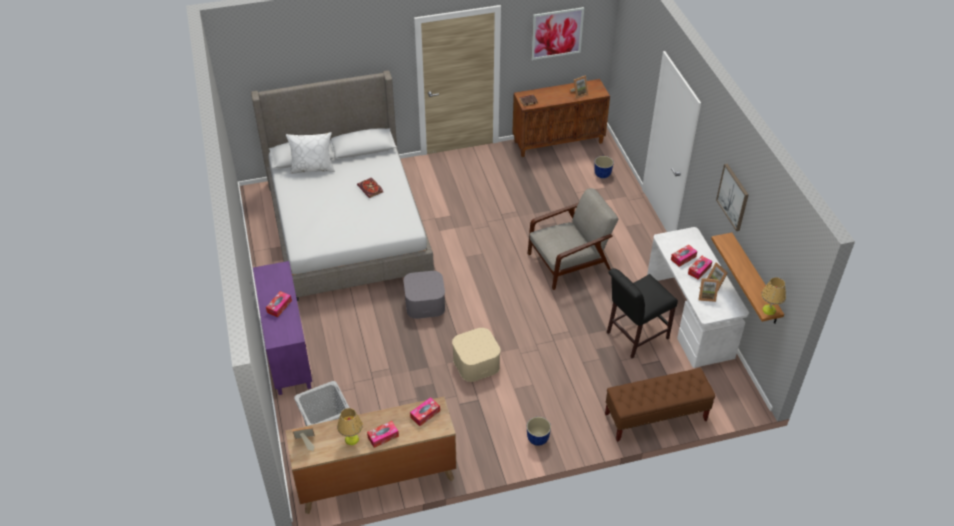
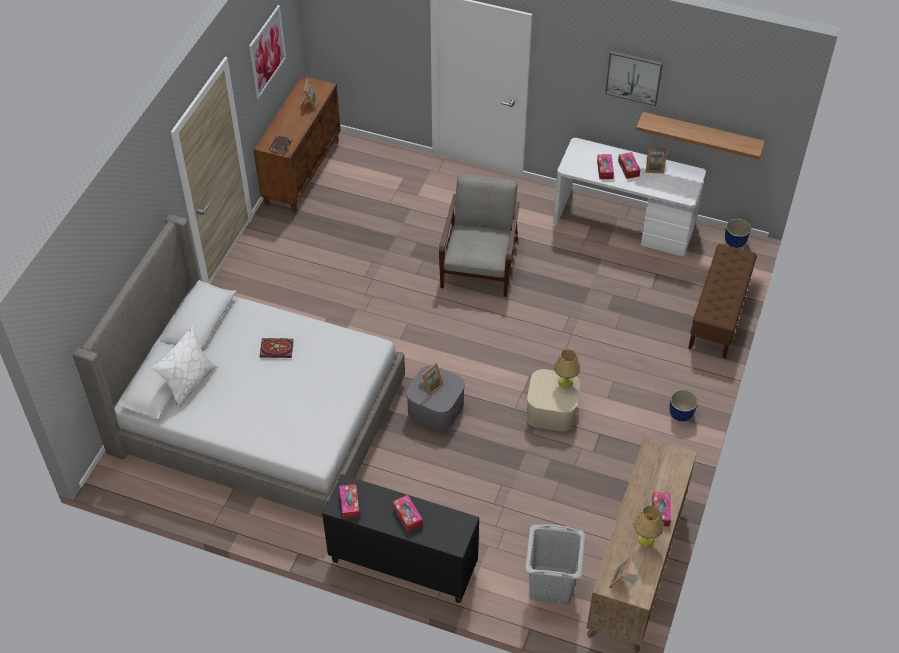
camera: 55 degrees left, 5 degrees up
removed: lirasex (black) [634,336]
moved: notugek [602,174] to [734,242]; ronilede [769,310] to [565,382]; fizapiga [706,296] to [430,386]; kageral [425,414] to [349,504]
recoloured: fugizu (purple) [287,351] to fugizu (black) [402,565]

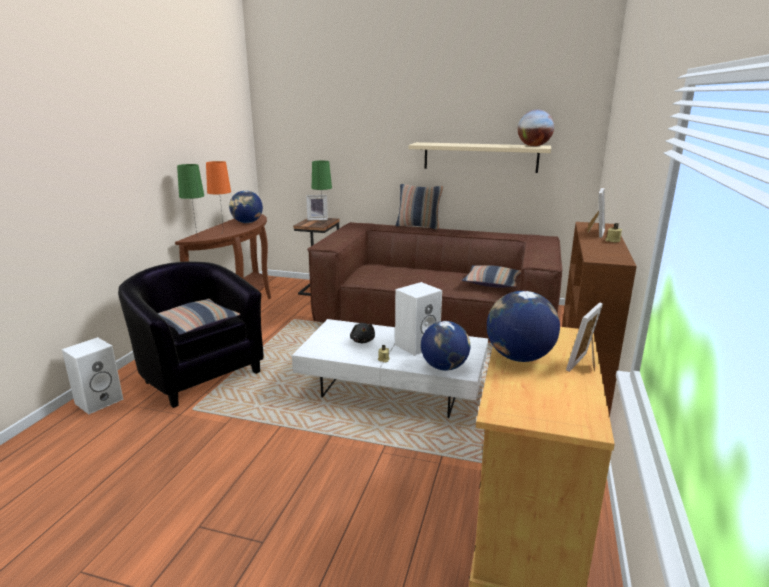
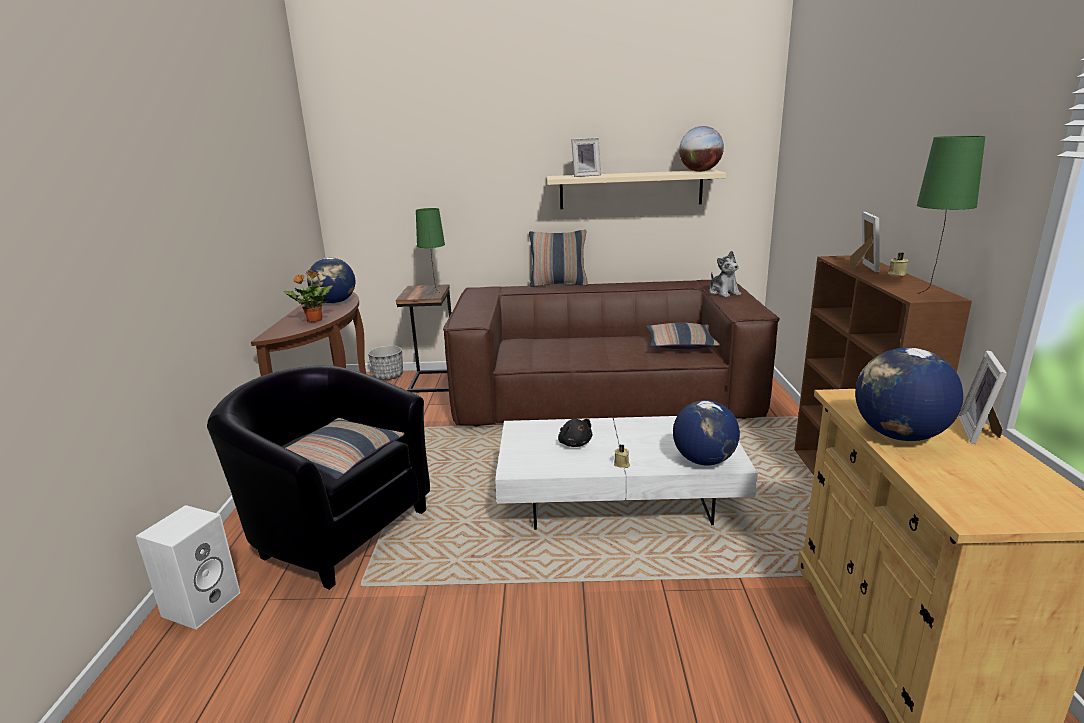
camera: 15 degrees left, 0 degrees up
removed: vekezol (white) [417,345]
added: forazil [723,293]; notugek [388,376]
moved: ronilede (green) [197,238] to [929,296]; fizapiga [317,219] to [585,175]
replaced: ronilede (orange) [223,233] to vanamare [314,320]

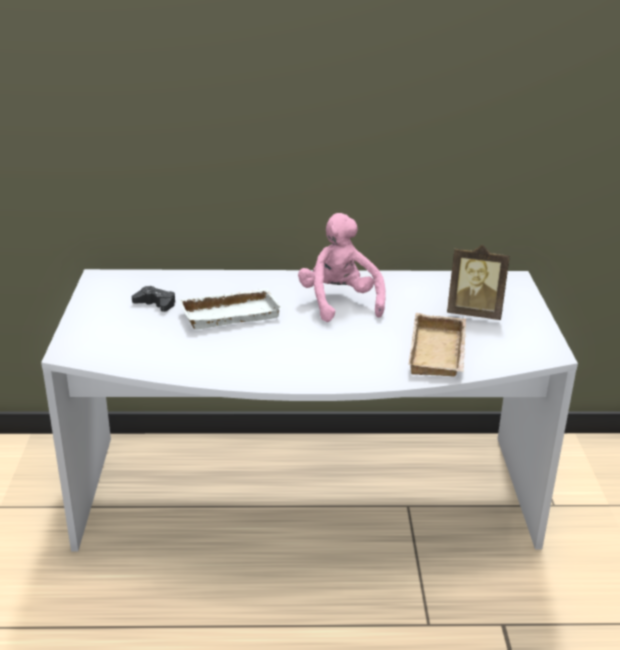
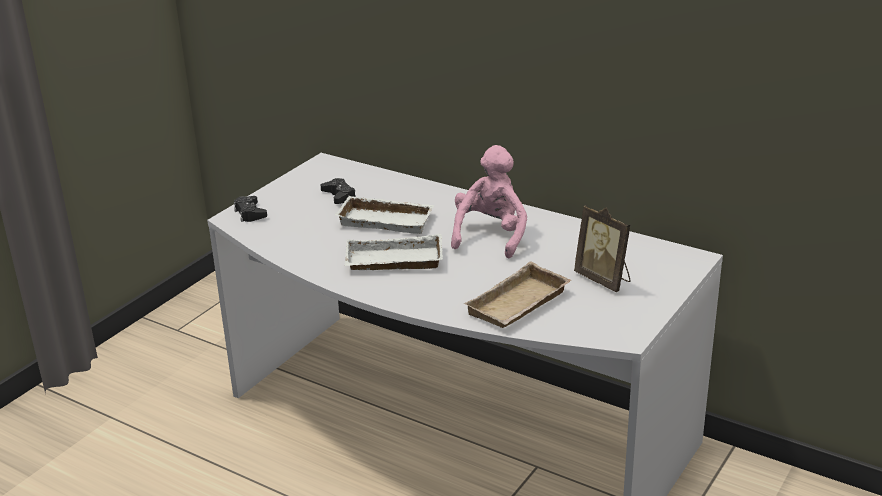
camera: 35 degrees right, 0 degrees up
added: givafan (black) [250,213]; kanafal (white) [393,262]

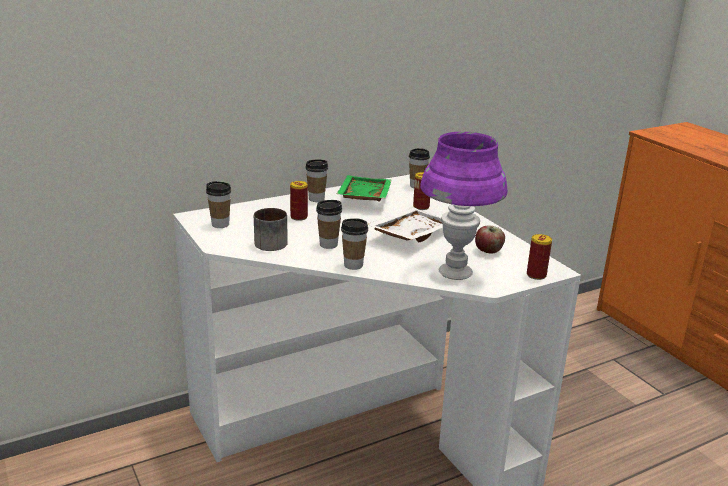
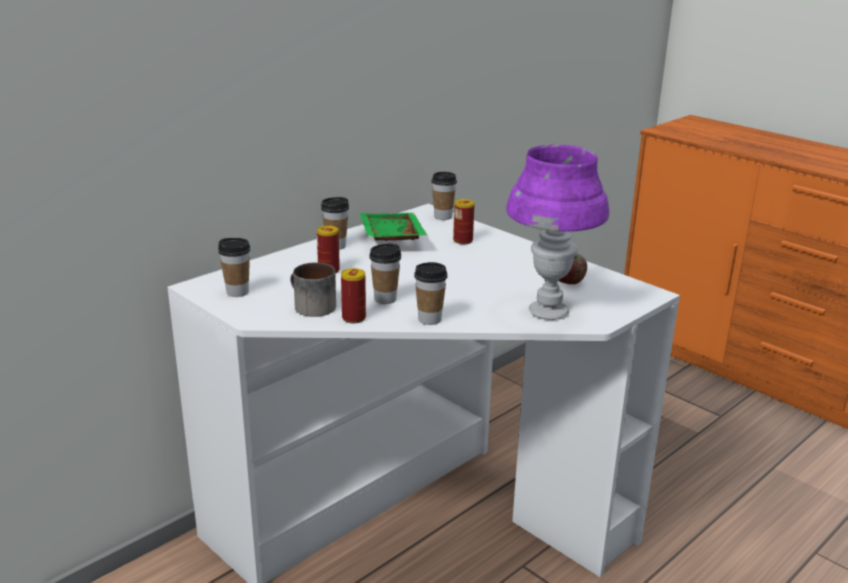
camera: 15 degrees left, 0 degrees up
removed: kanafal (white) [410,234]
moved: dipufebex [536,275] to [354,318]

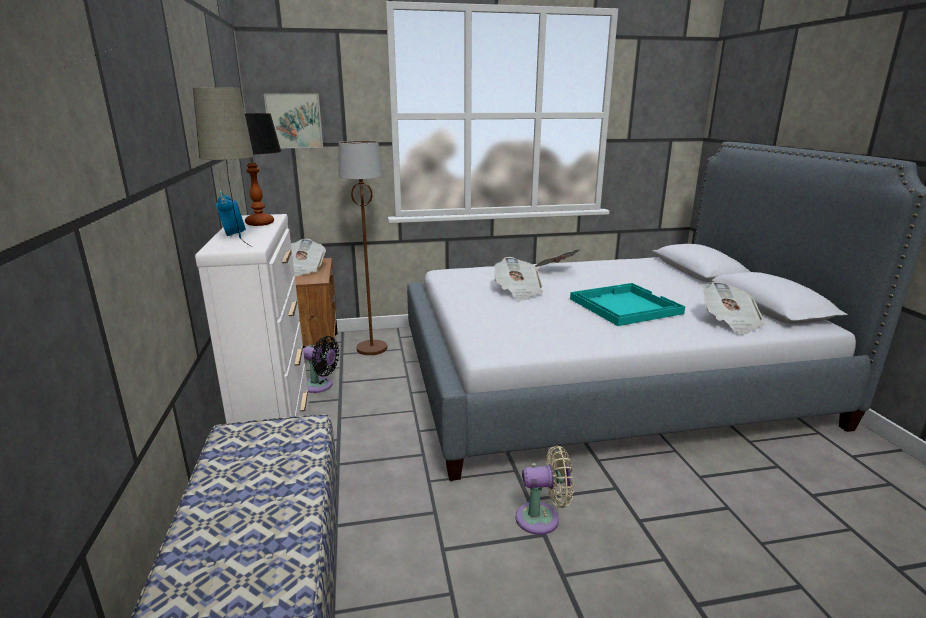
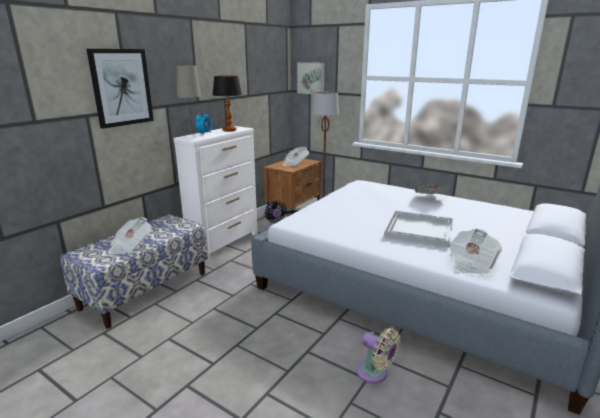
camera: 45 degrees right, 0 degrees up
added: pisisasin [121,87]
moved: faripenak [517,291] to [130,247]; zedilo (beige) [542,518] to [375,373]
recoloured: kanafal (turquoise) [623,306] to kanafal (white) [418,229]

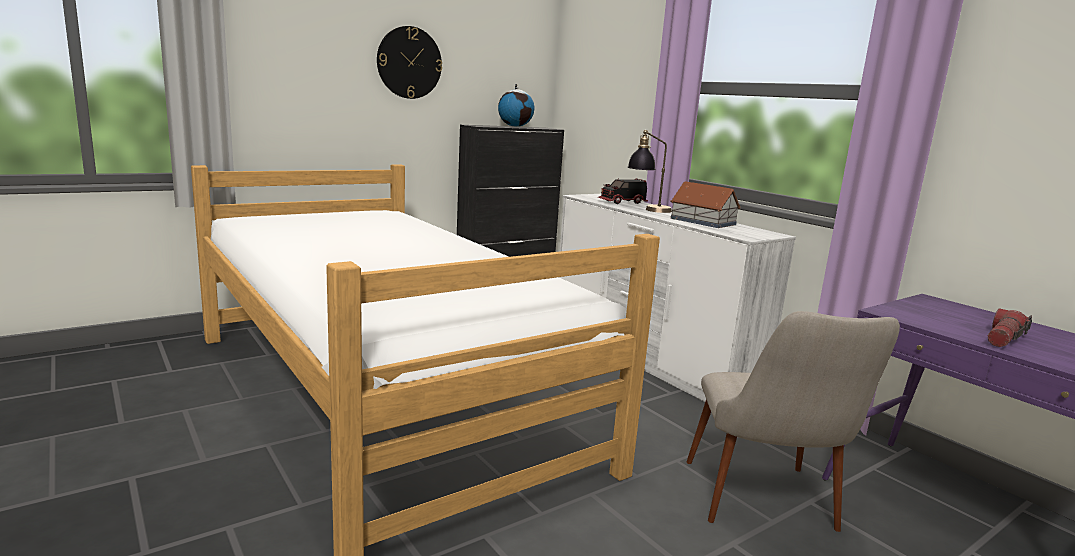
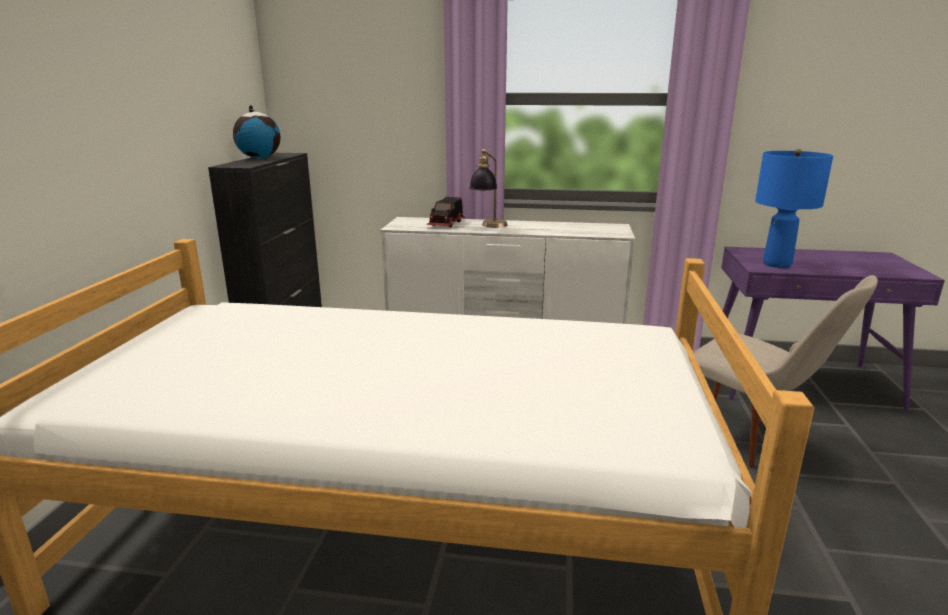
camera: 45 degrees left, 5 degrees up
removed: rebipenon [409,62]; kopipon [703,221]; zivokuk [1004,339]
added: ronilede (blue) [776,264]

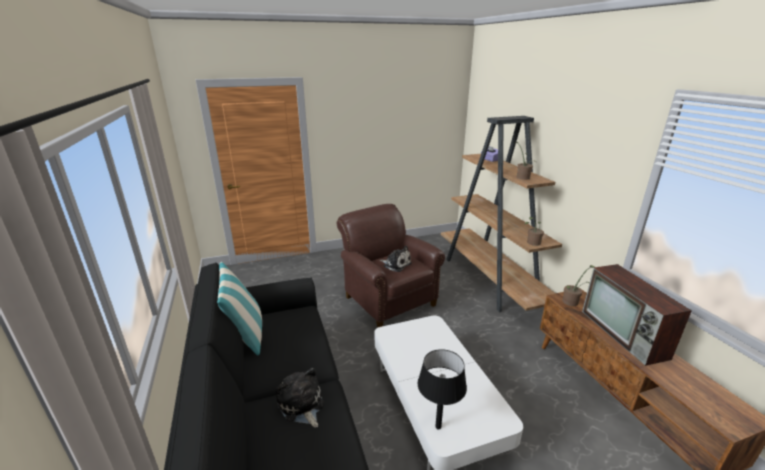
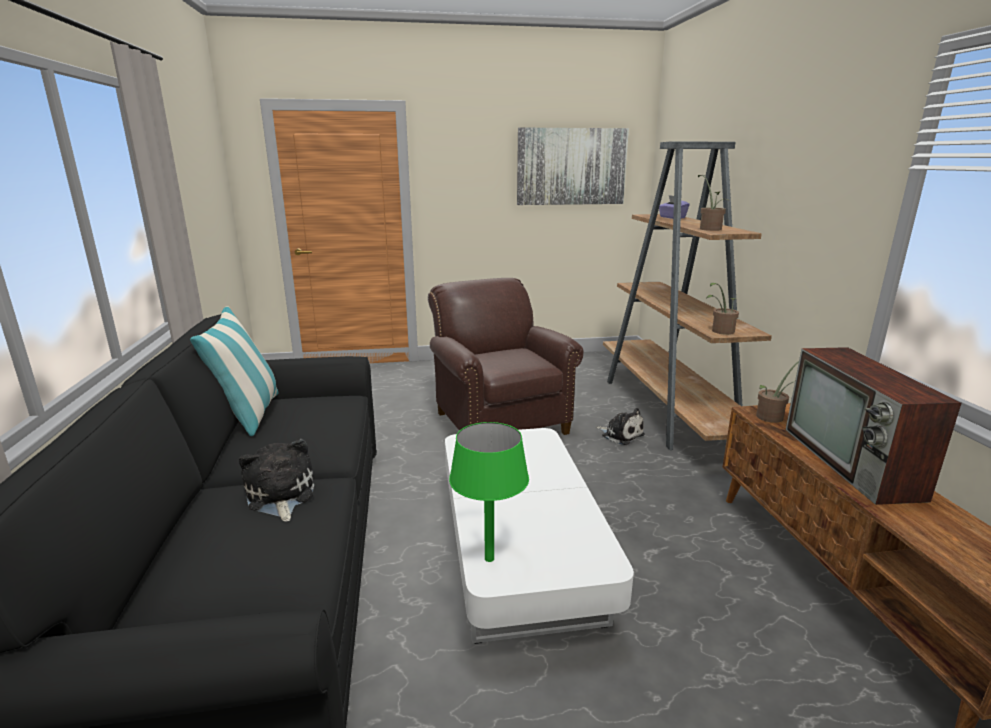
camera: 10 degrees right, 5 degrees down
added: pisisasin [571,166]
moved: forazil [396,264] to [620,435]
recoloured: ronilede (black) [438,426] to ronilede (green) [489,558]

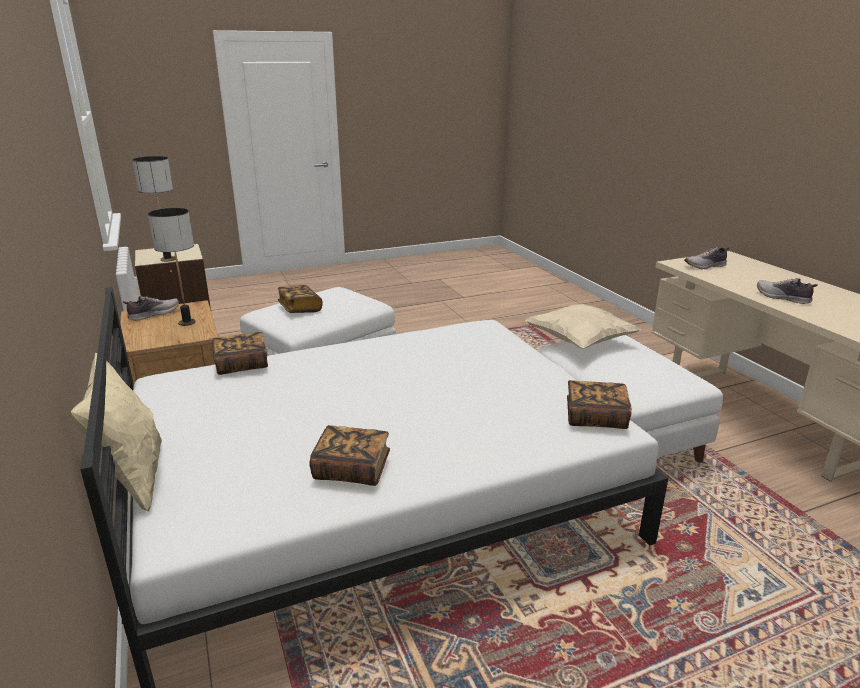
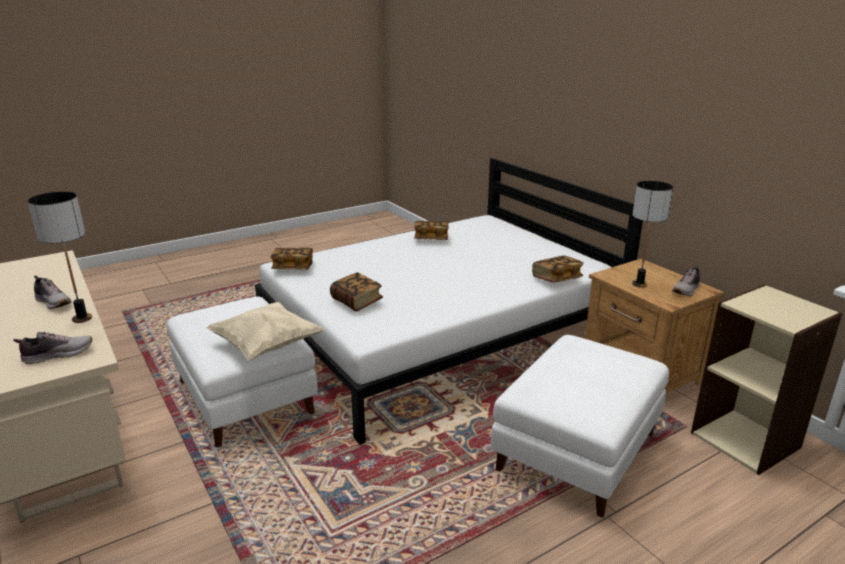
camera: 170 degrees right, 0 degrees up
removed: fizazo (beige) [133,478]
moved: ronilede [168,259] to [82,319]; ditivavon [300,308] to [357,301]

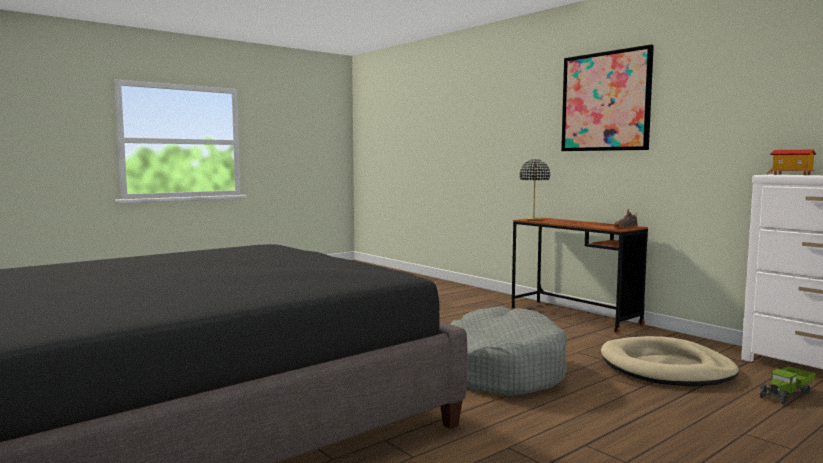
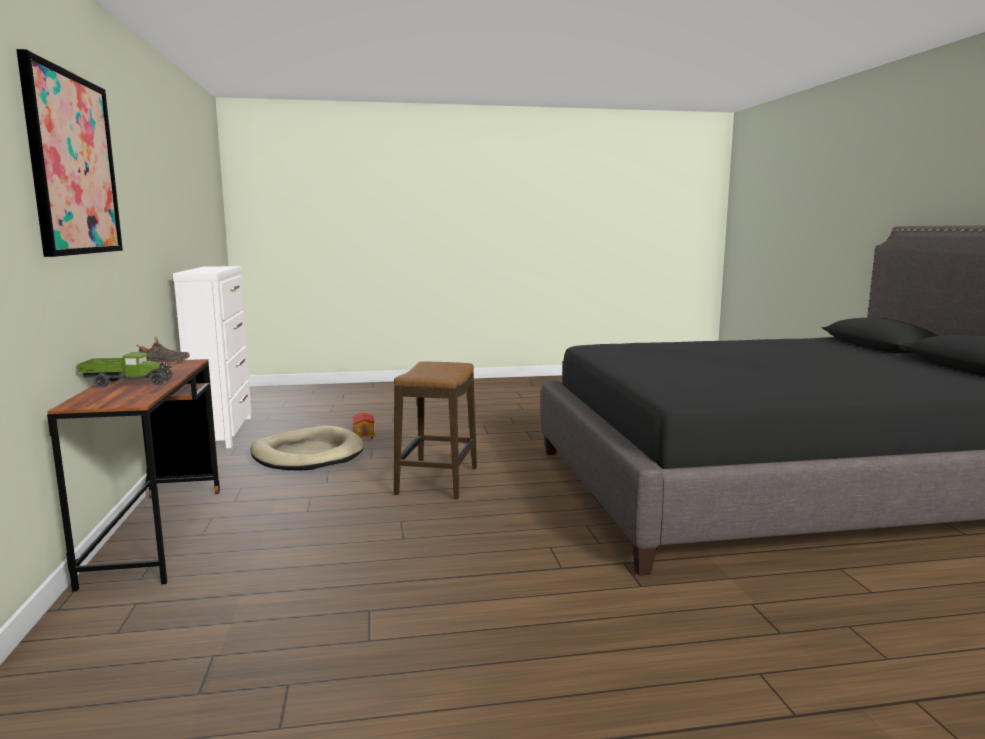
camera: 150 degrees left, 5 degrees up
removed: ronilede (black) [533,219]
moved: kopipon [791,174] to [364,436]; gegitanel [786,394] to [128,383]
replaced: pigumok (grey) [502,369] to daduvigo [437,481]

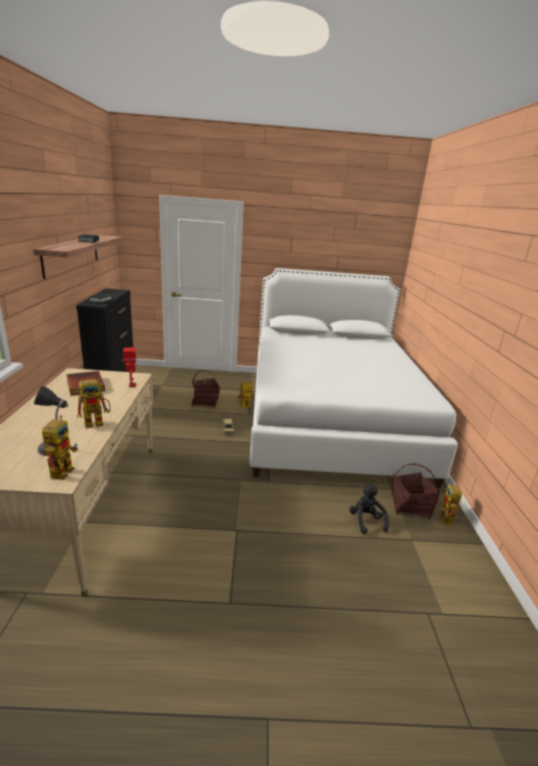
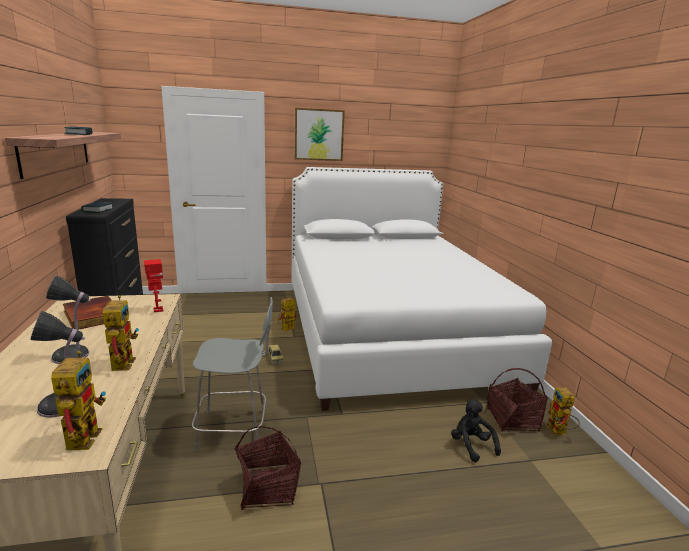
camera: 10 degrees left, 5 degrees down
added: pisisasin [319,134]; ronilede [73,355]; lirasex (grey) [235,429]
moved: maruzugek [205,402] to [267,488]
turned: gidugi [98,422] = [122,361] 60 degrees counterclockwise

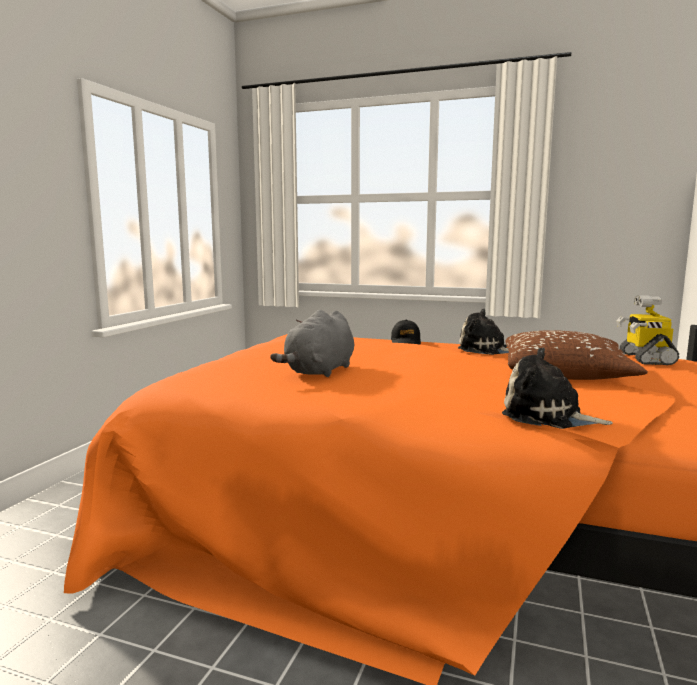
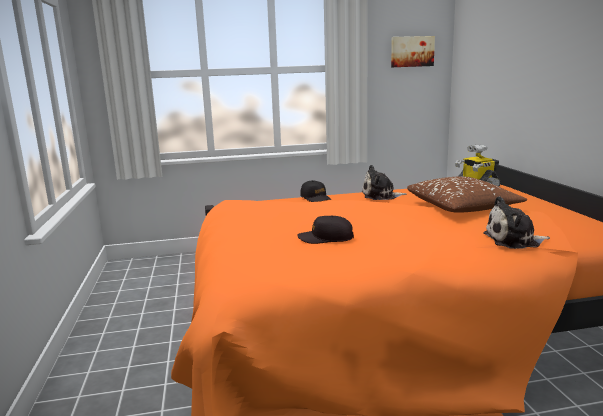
camera: 30 degrees left, 5 degrees up
added: pisisasin [412,51]
replaced: forazil (grey) [319,371] to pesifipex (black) [325,238]

